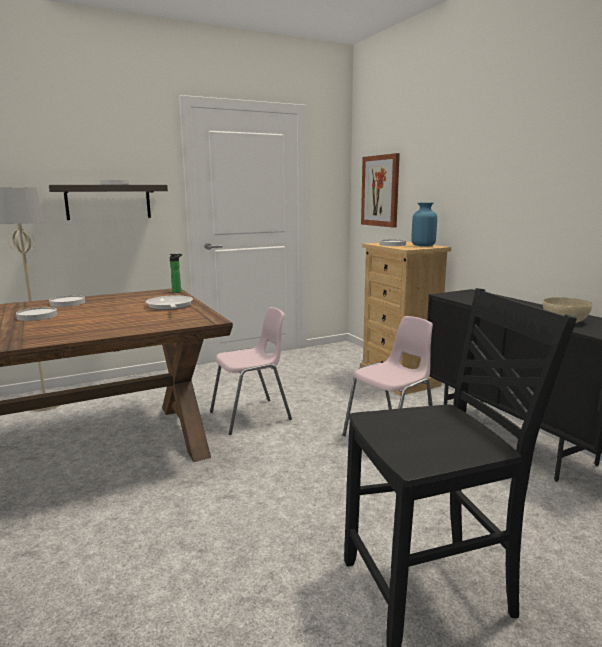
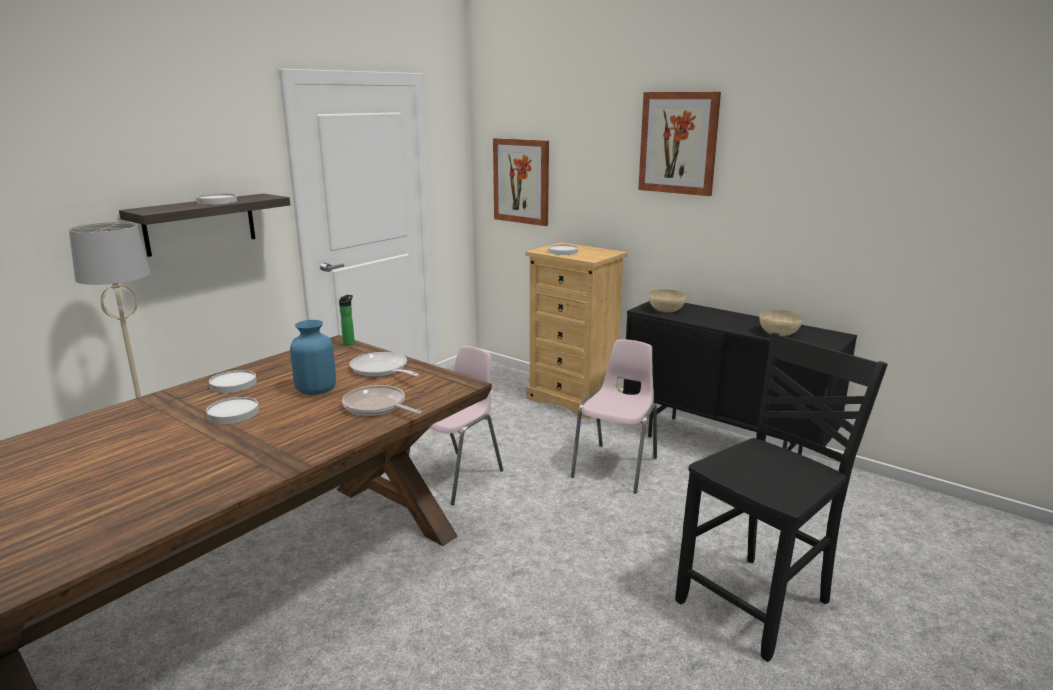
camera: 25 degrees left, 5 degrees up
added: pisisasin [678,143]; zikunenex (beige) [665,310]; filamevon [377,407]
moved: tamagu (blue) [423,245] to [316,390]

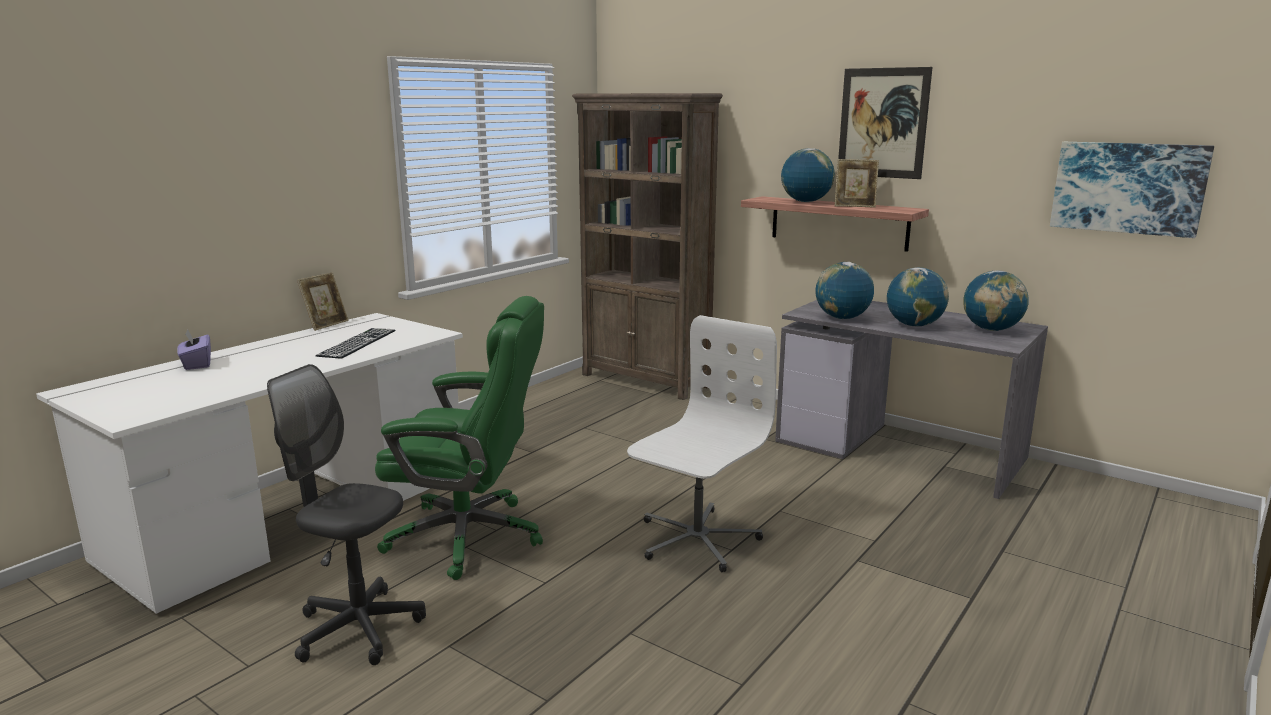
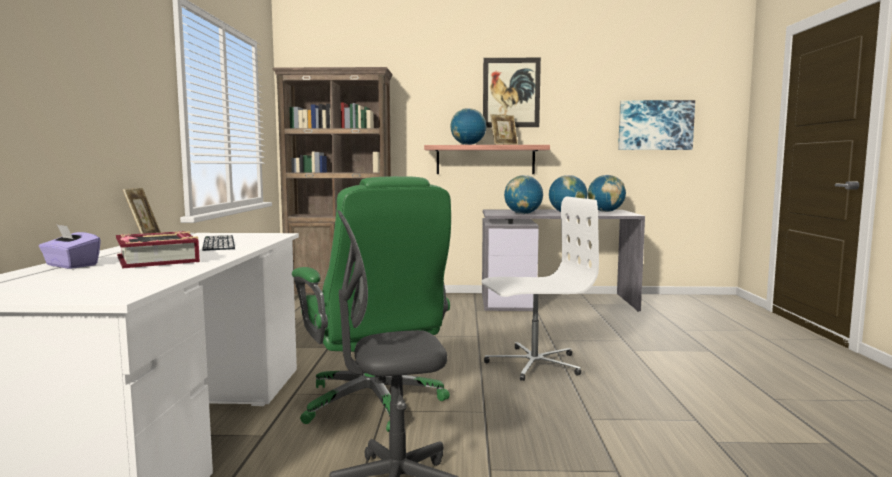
camera: 35 degrees left, 10 degrees down
added: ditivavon [158,259]
turned: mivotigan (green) [469,536] = [374,404] 90 degrees clockwise; mivotigan (white) [696,539] = [533,363] 75 degrees clockwise

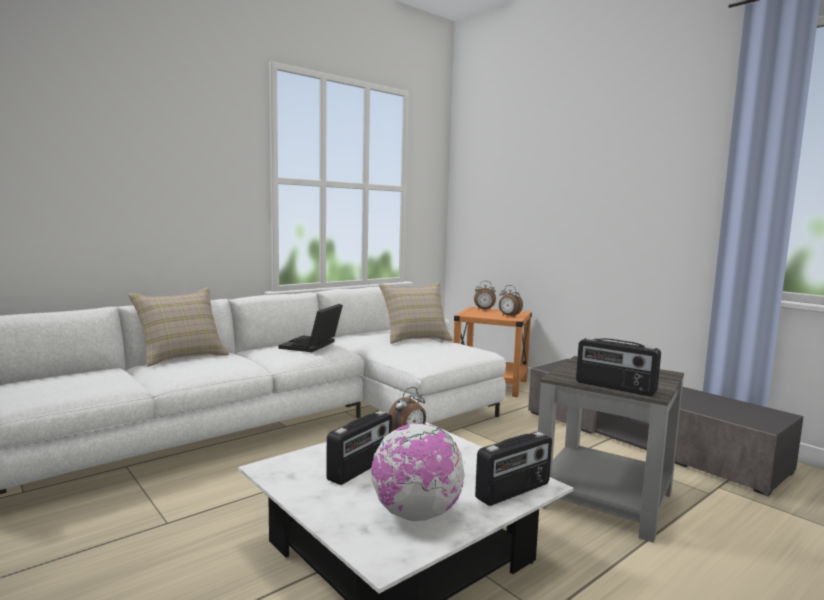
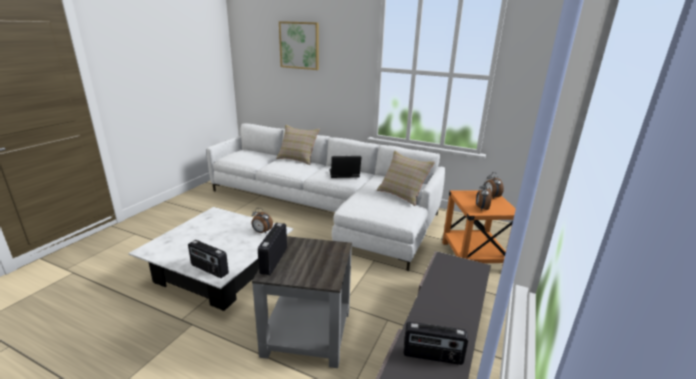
camera: 65 degrees right, 15 degrees up
removed: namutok [416,515]
added: pisisasin [299,45]
moved: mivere [361,468] to [432,356]

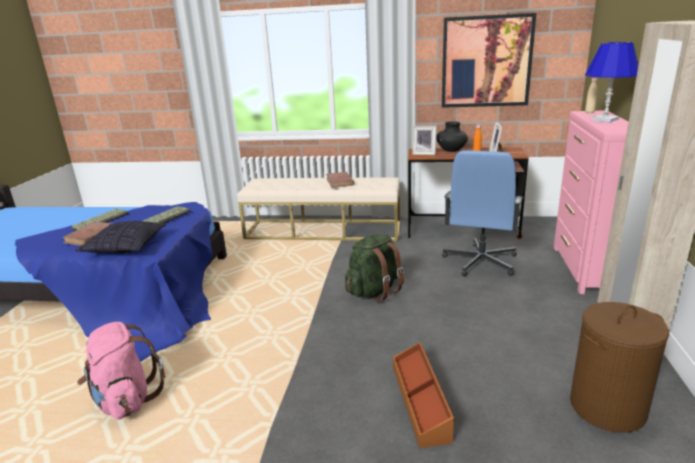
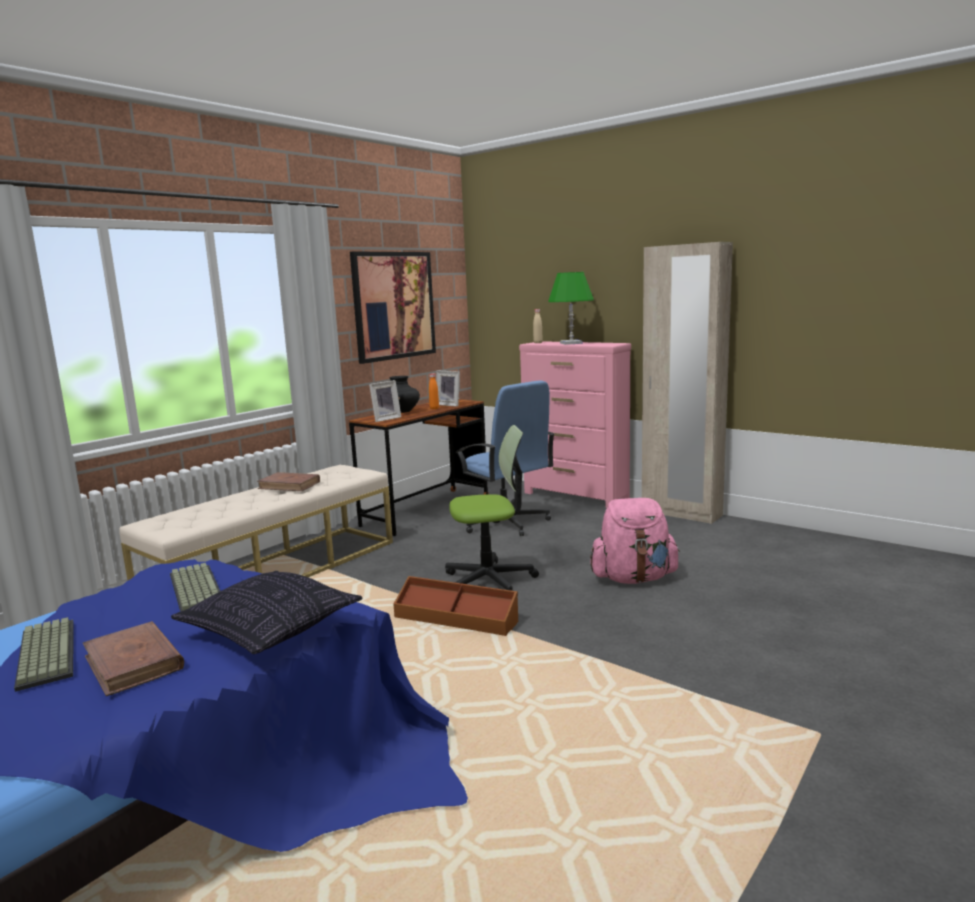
camera: 60 degrees left, 10 degrees down
removed: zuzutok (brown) [606,407]
moved: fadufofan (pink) [126,400] to [633,578]; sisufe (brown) [421,401] to [456,619]
replaced: fadufofan (green) [374,291] to mivotigan [490,581]
recoloured: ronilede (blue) [605,119] to ronilede (green) [571,343]

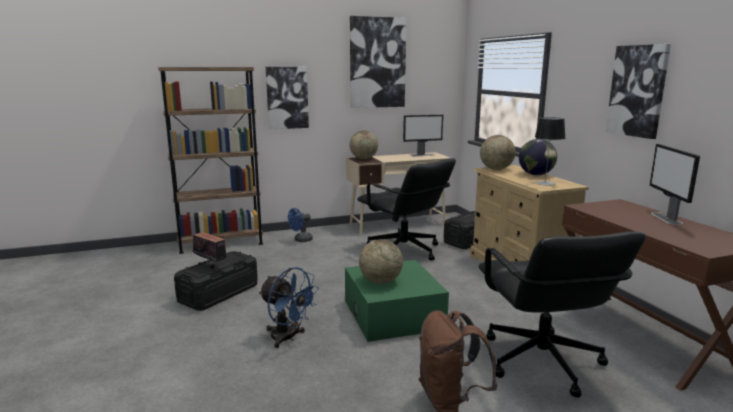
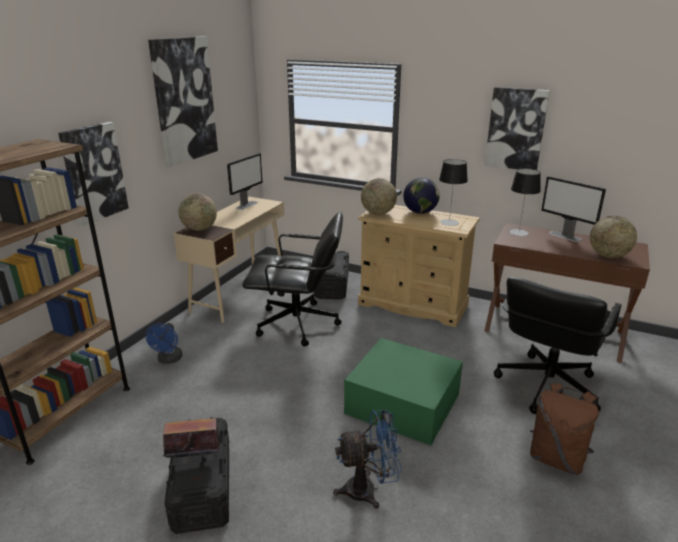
camera: 45 degrees left, 10 degrees up
added: ronilede [518,232]
moved: namutok [380,281] to [608,256]
turned: mivotigan (black) [541,362] = [546,386] 90 degrees clockwise

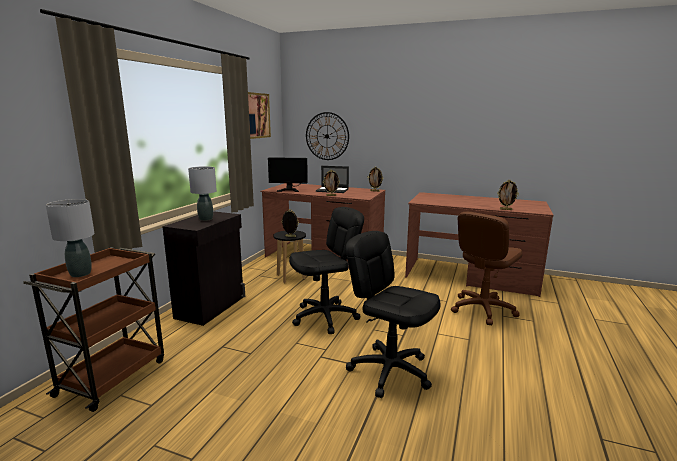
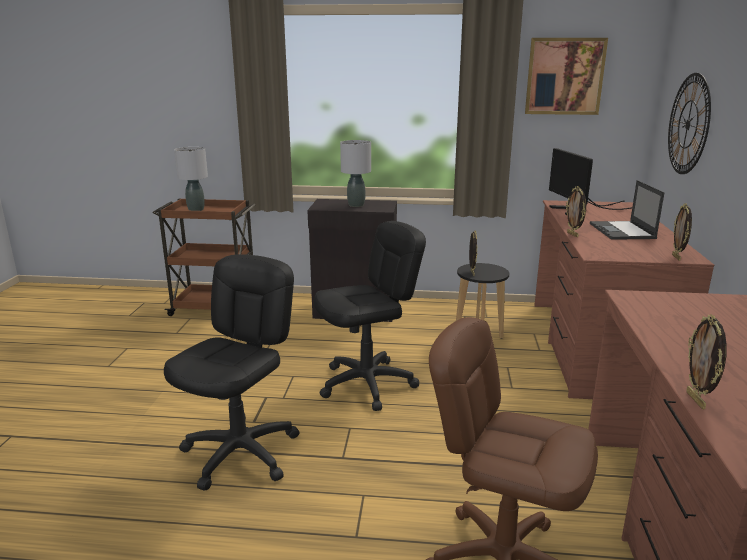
camera: 75 degrees right, 5 degrees up
turned: mivotigan (black) [325,317] = [367,384] 75 degrees counterclockwise

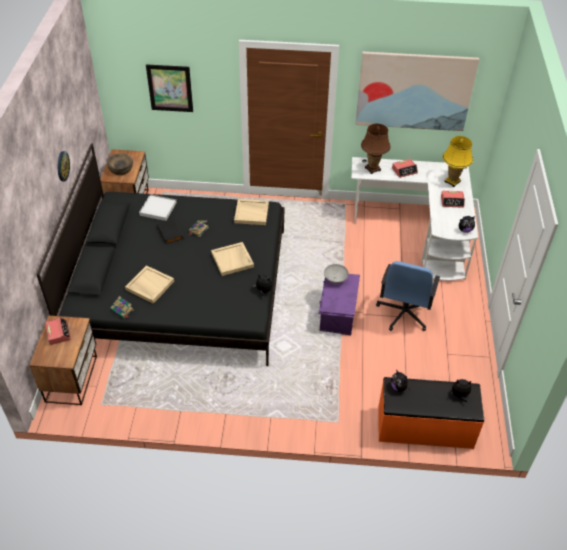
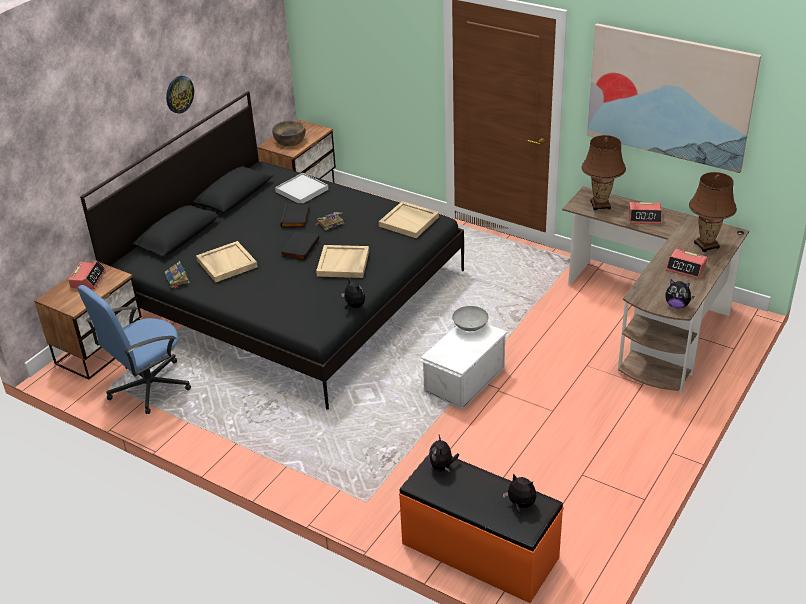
camera: 30 degrees right, 10 degrees down
removed: pisisasin [170,88]
added: ditivavon (black) [299,248]
moved: mivotigan (blue) [404,313] to [148,386]
recoloured: ronilede (yellow) [452,181] to ronilede (brown) [706,245]; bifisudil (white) [420,233] to bifisudil (brown) [655,320]; sisufe (purple) [337,313] to sisufe (white) [463,379]

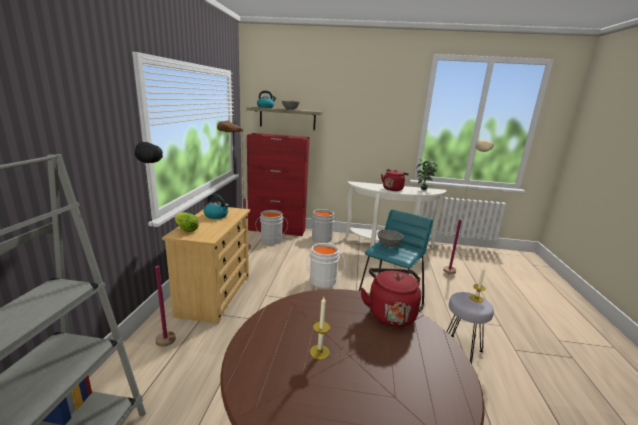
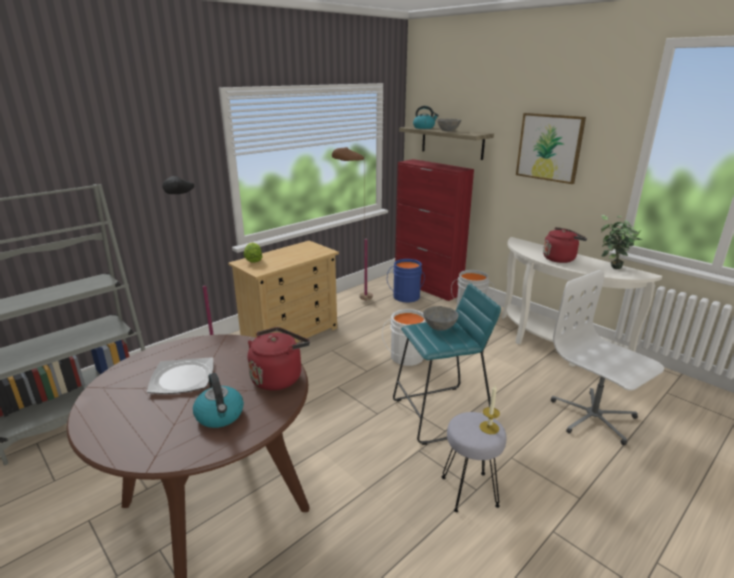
camera: 40 degrees right, 5 degrees up
added: pisisasin [549,147]
moved: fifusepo [216,216] to [220,416]
replaced: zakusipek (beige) [452,279] to mivotigan (white) [593,417]; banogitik [319,352] to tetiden [182,378]
recoloured: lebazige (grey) [271,240] to lebazige (blue) [405,297]

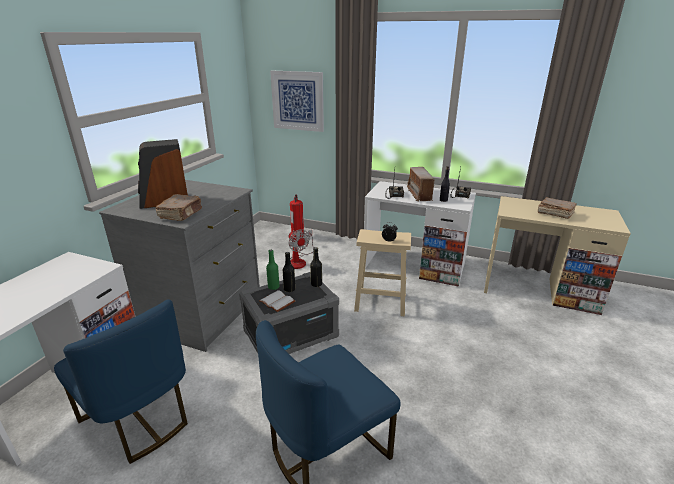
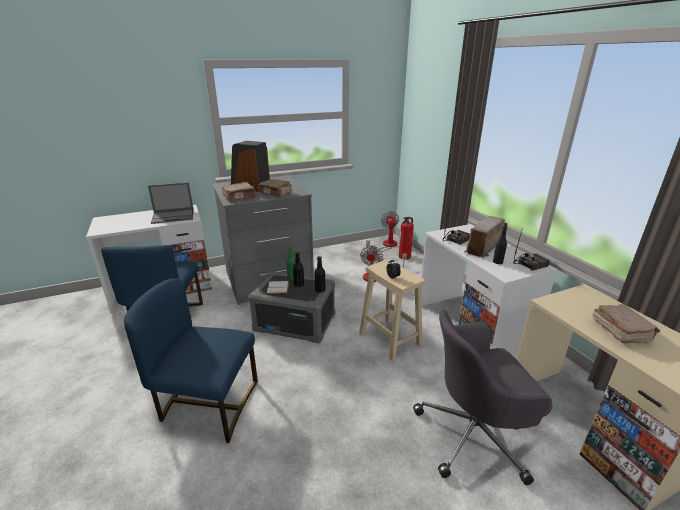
camera: 45 degrees right, 0 degrees up
removed: pisisasin [298,101]
added: ditivavon (brown) [275,193]; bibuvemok [173,216]; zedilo [386,245]; mivotigan (grey) [474,435]

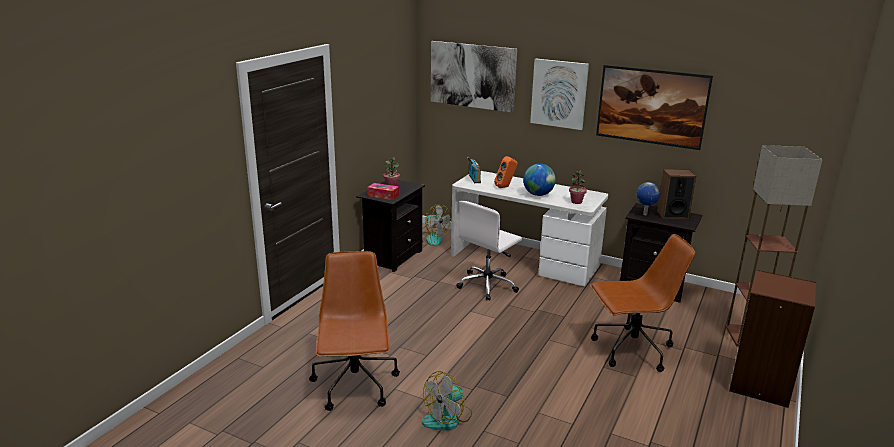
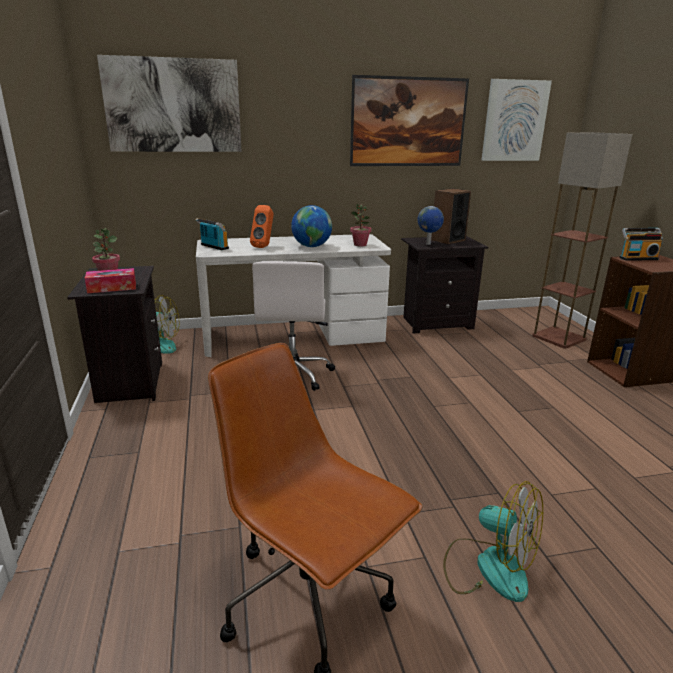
camera: 40 degrees left, 0 degrees up
removed: mivotigan (brown) [631,350]
added: mivere [637,258]
moved: pisisasin [559,93] to [514,121]
turned: zedilo [448,418] = [488,567] 60 degrees counterclockwise

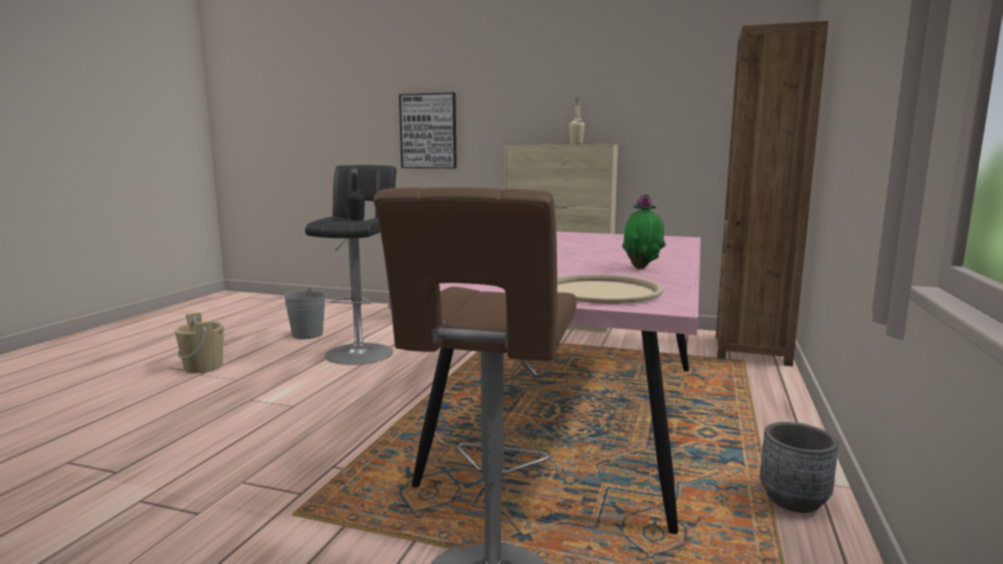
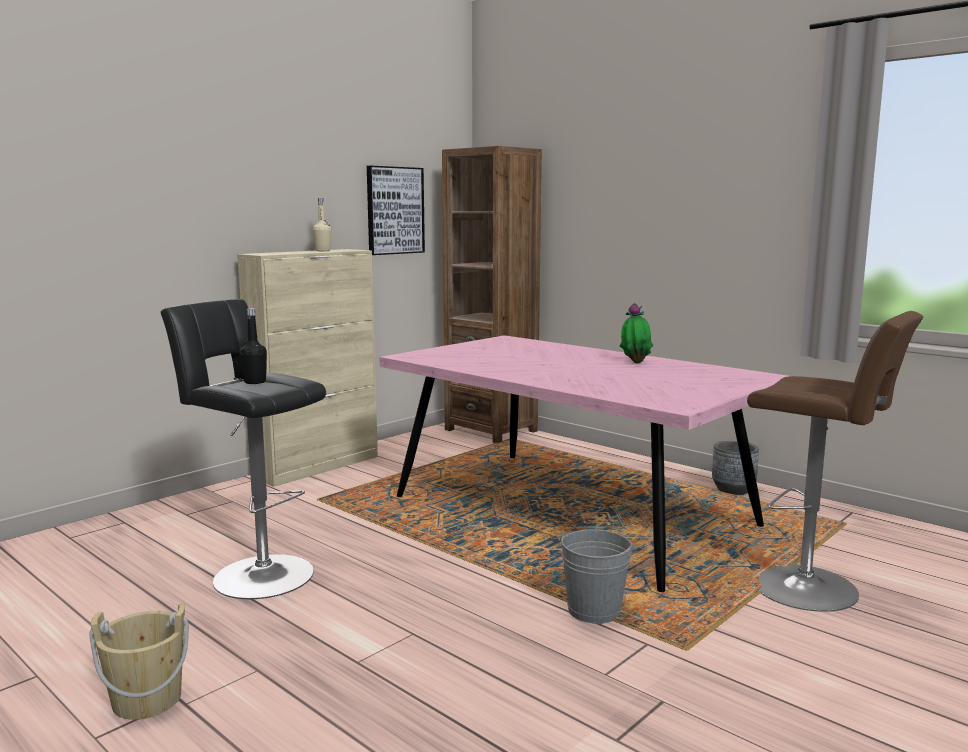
camera: 65 degrees left, 0 degrees up
removed: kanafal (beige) [602,291]
moved: pisisasin [428,131] to [394,210]; lebazige (grey) [307,334] to [594,610]

